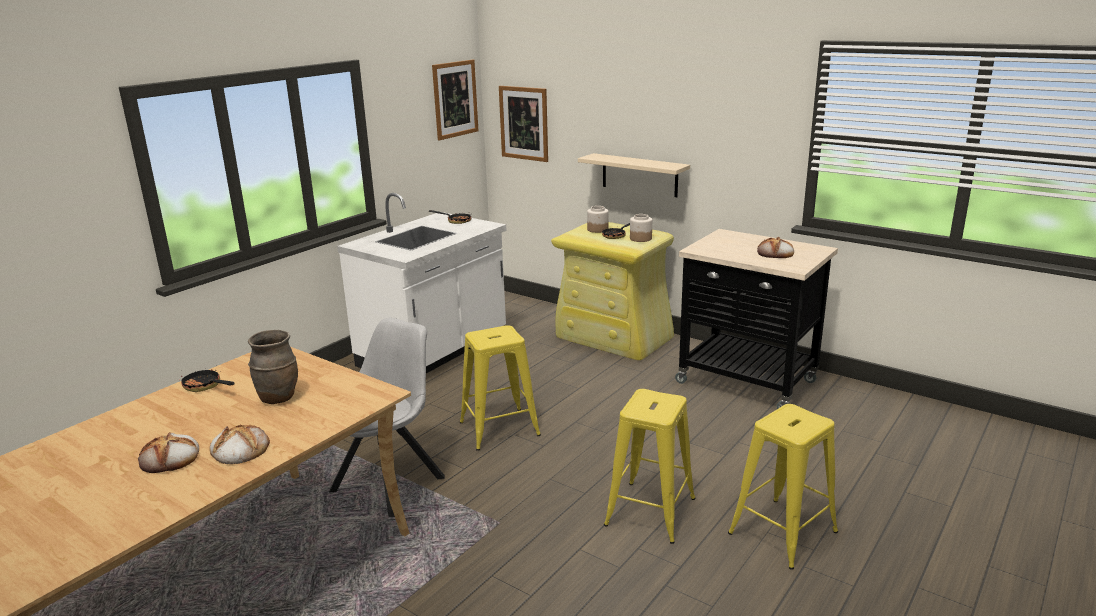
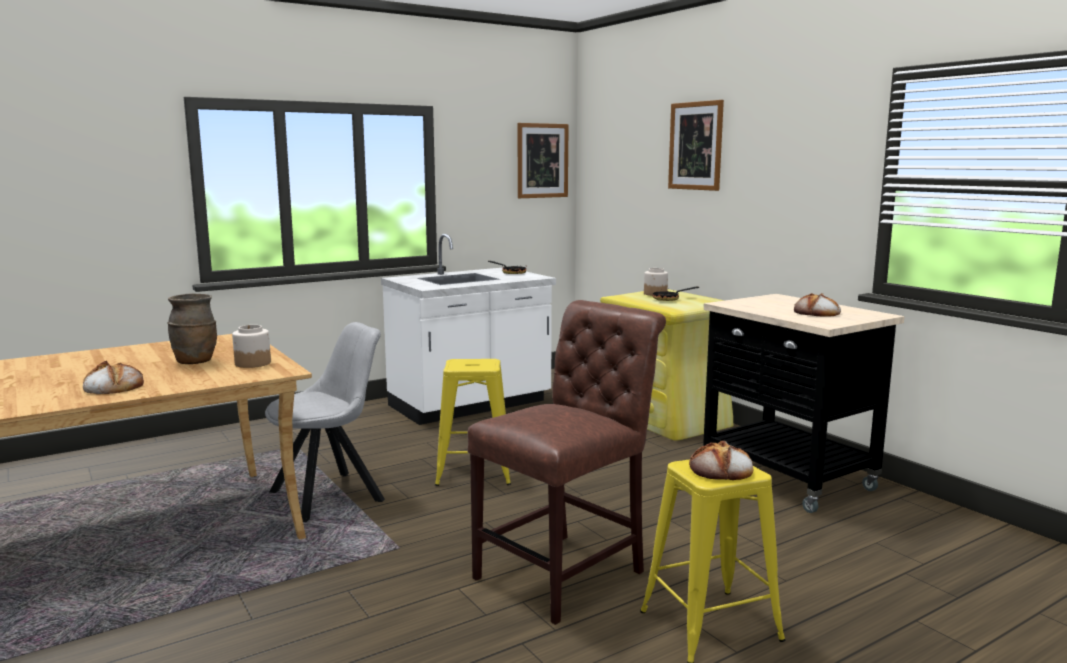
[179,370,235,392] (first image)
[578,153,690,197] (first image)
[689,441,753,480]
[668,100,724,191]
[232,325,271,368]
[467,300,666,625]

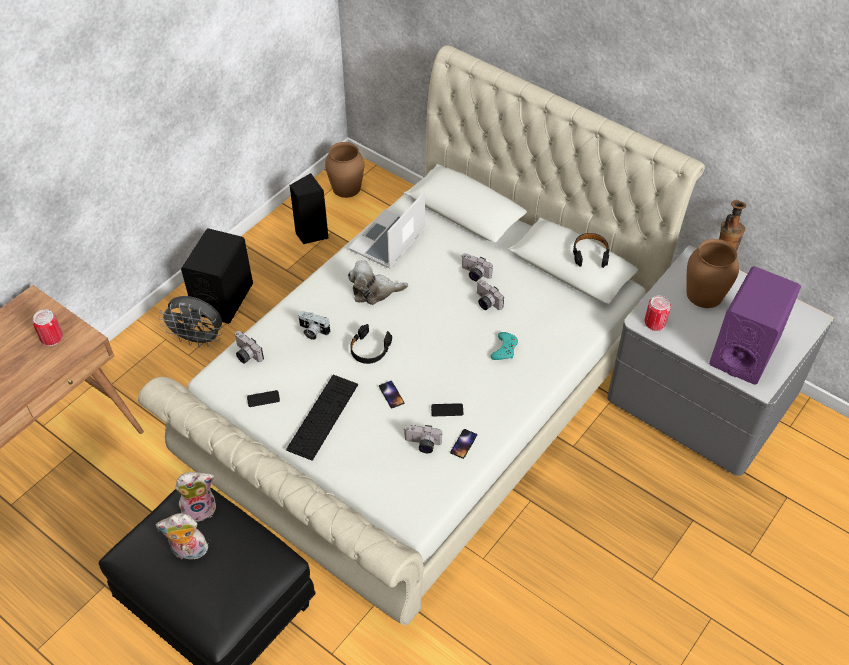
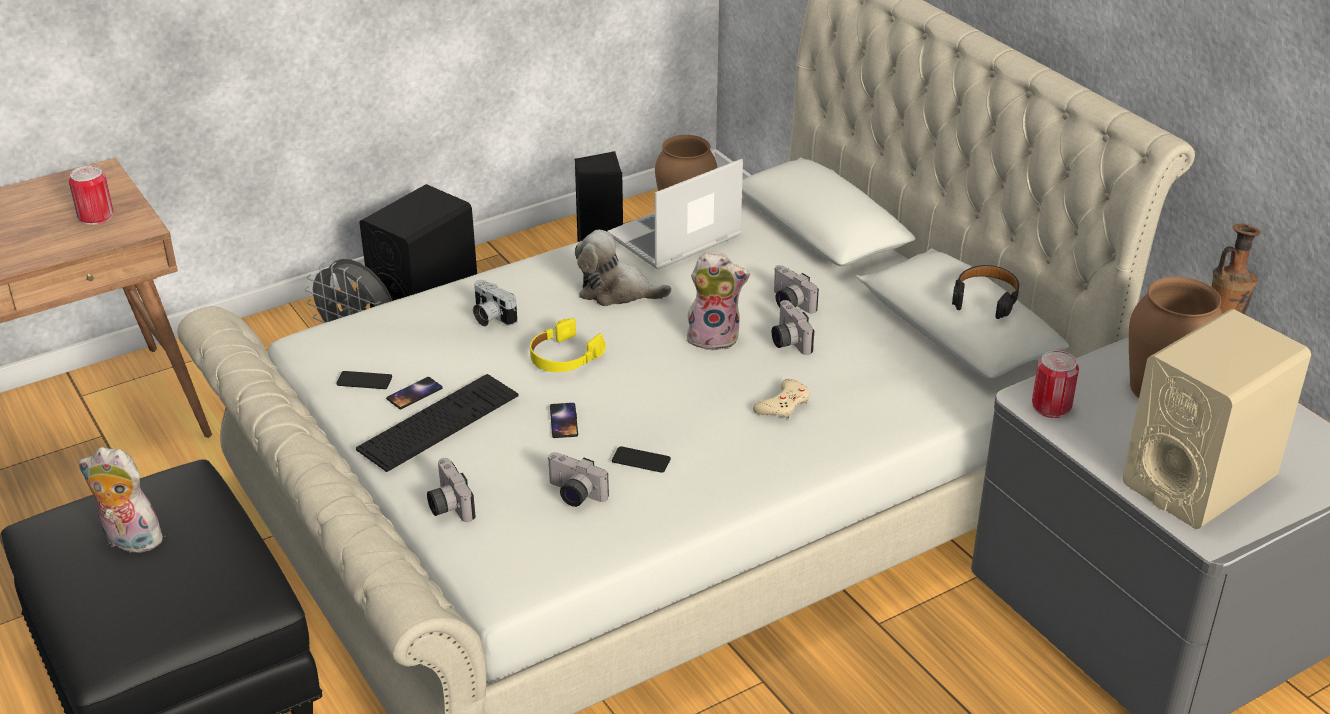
[687,253,750,351]
[427,458,476,522]
[386,377,443,409]
[530,318,606,372]
[753,379,810,419]
[1123,309,1311,529]

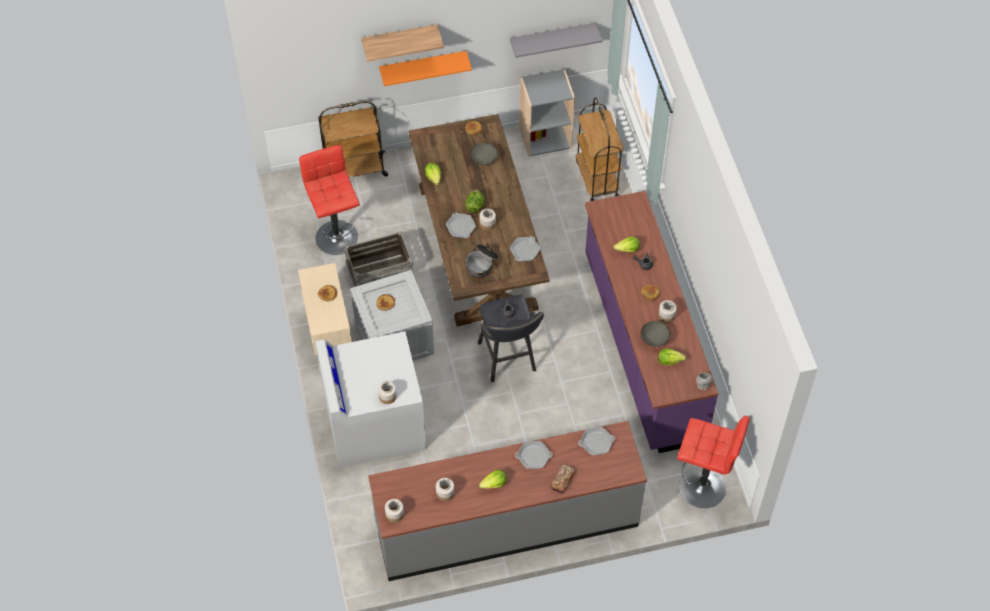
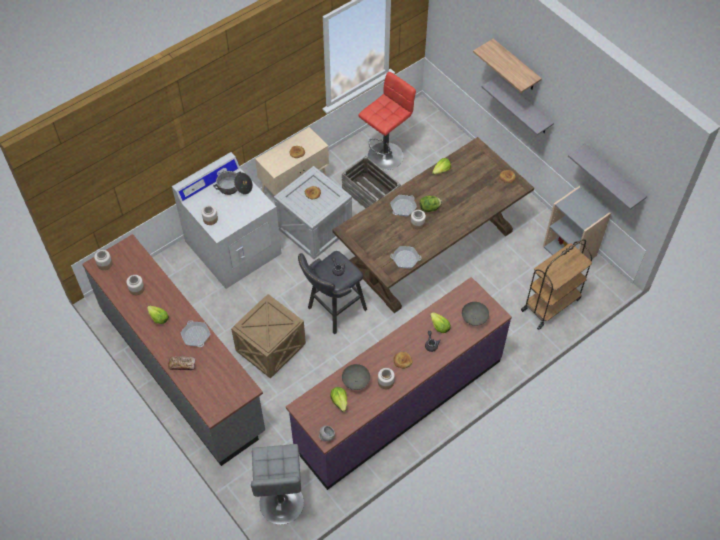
[318,101,388,177] (first image)
[578,427,615,455] (first image)
[231,294,306,378]
[213,171,253,195]
[462,302,489,326]
[482,76,554,135]
[251,444,304,525]

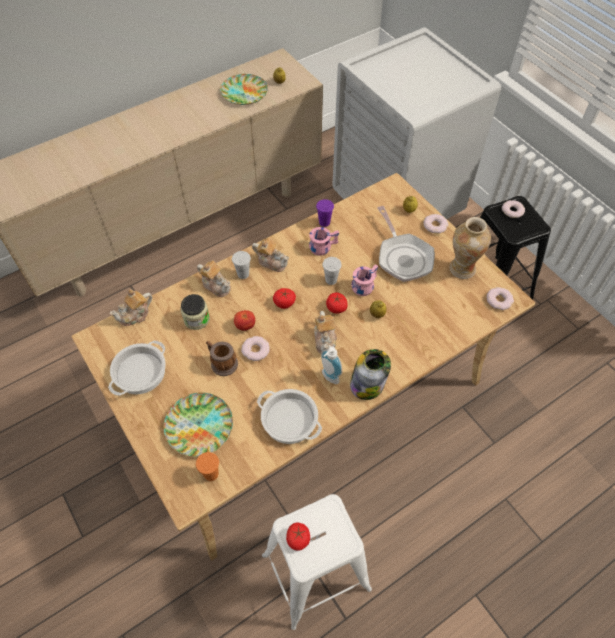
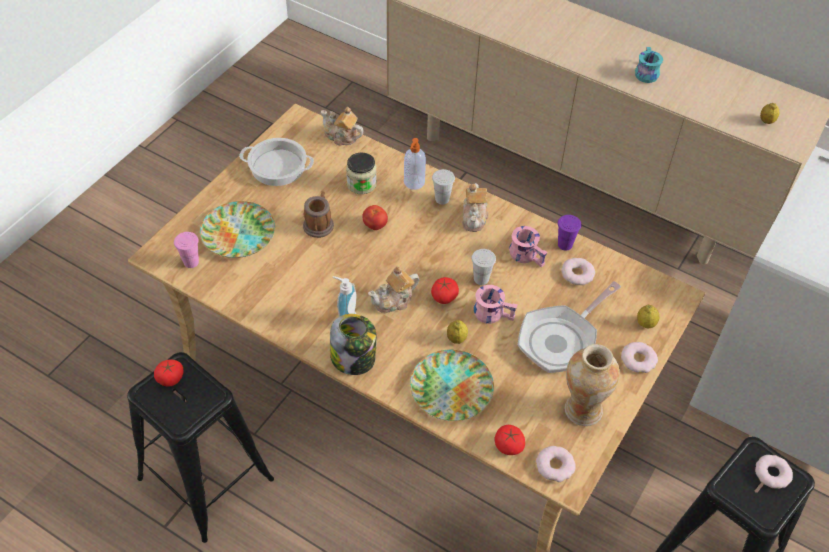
[257,389,322,444] (first image)
[635,47,663,83]
[410,350,494,421]
[561,258,595,285]
[495,425,525,455]
[404,138,426,190]
[174,232,199,268]
[127,352,274,543]

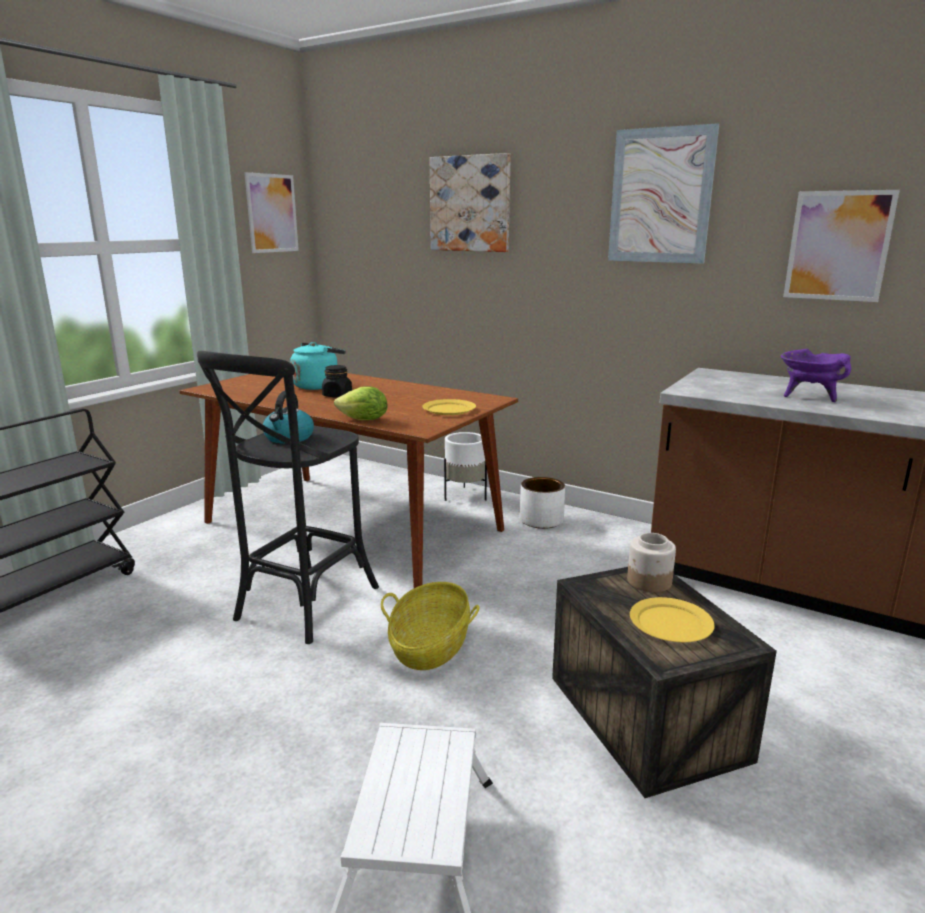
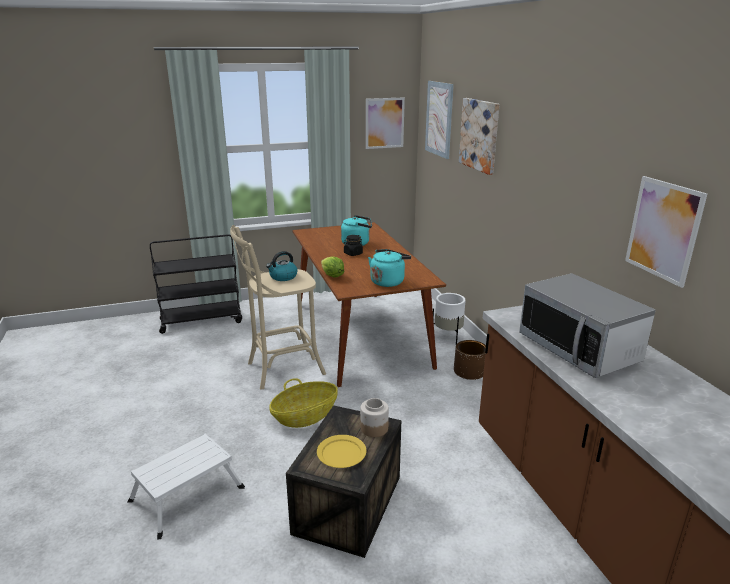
[425,81,454,159]
[368,249,411,287]
[519,273,656,378]
[230,225,326,390]
[454,340,486,380]

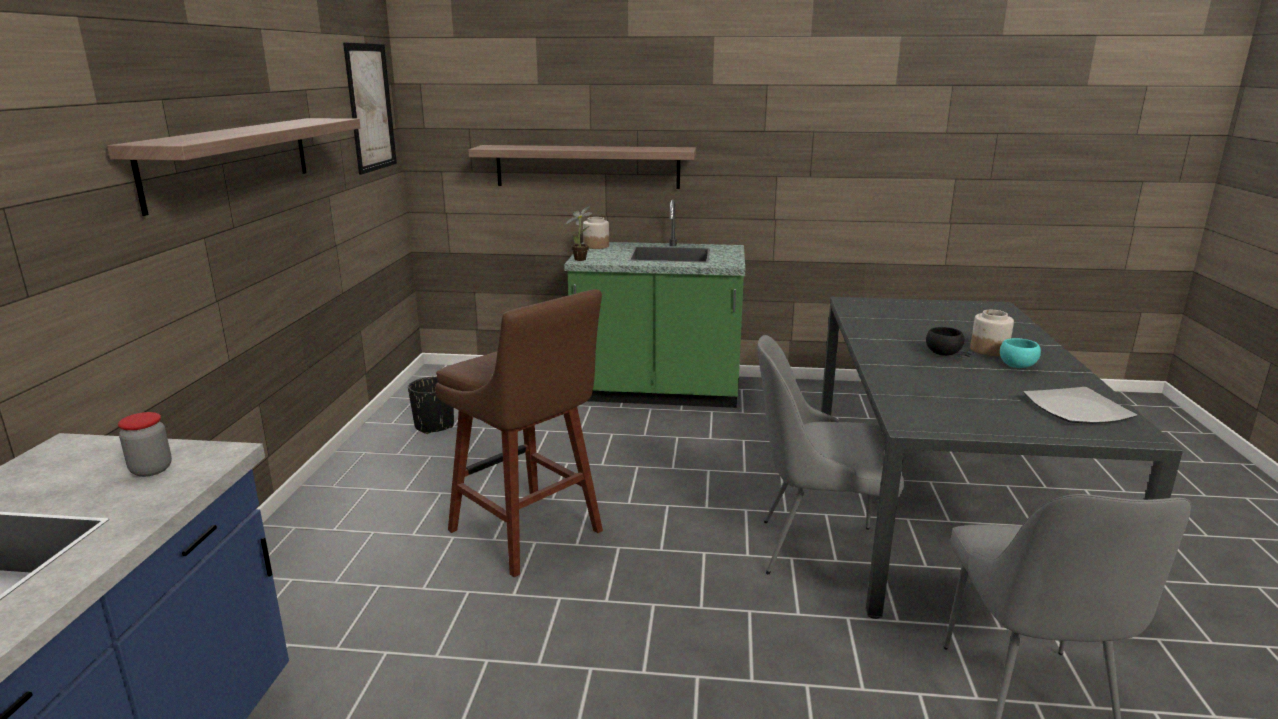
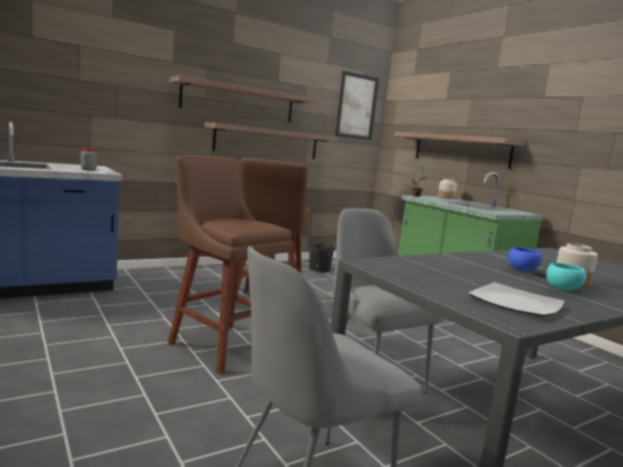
[168,155,293,374]
[204,122,338,159]
[508,247,542,271]

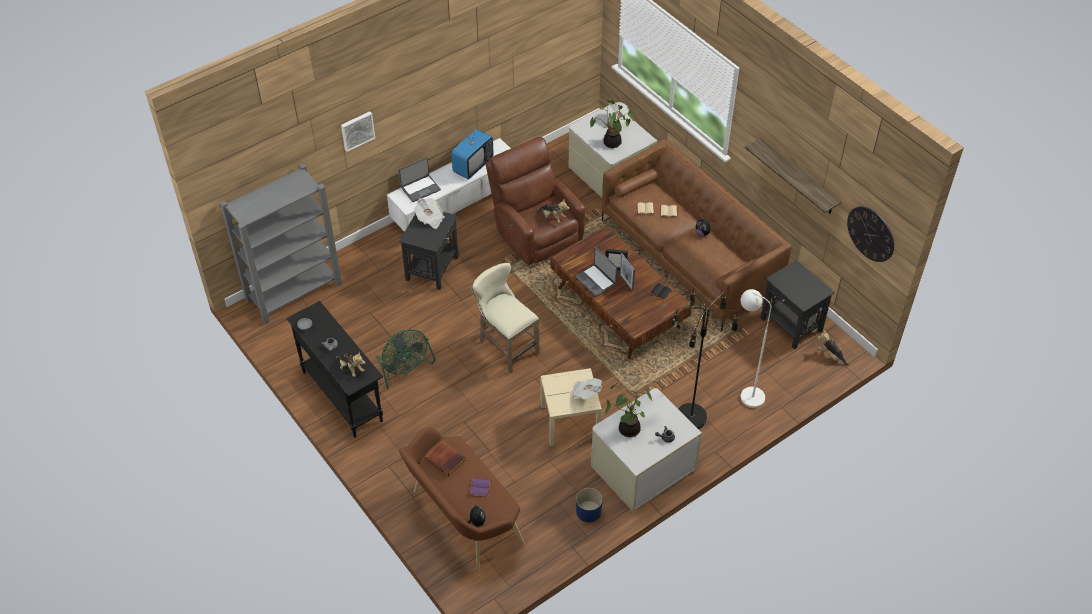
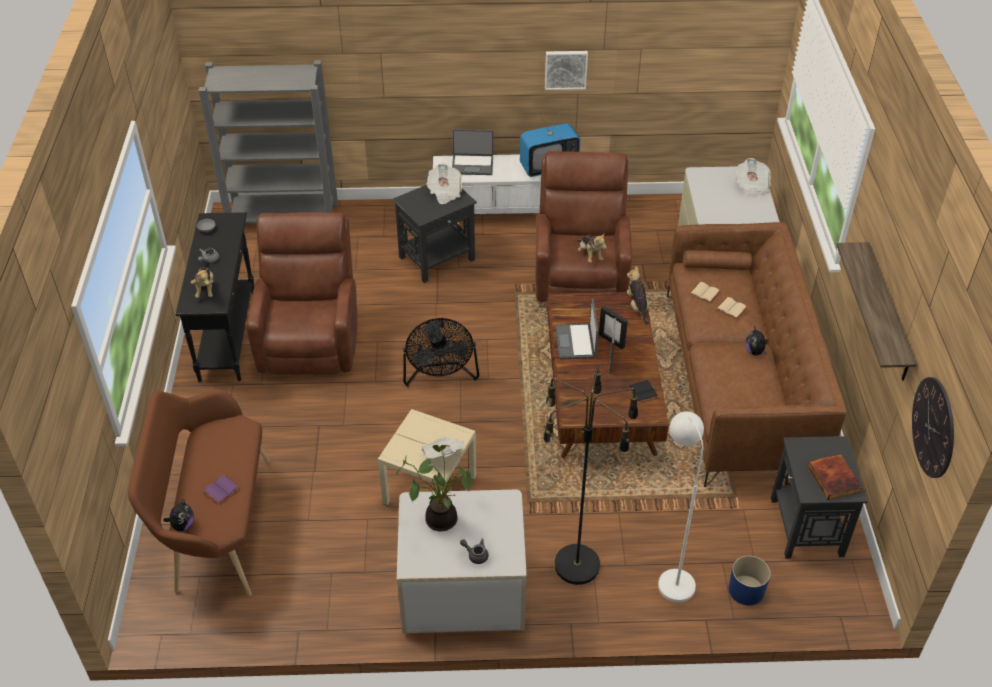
[590,100,634,148] (first image)
[545,51,588,90]
[808,454,862,500]
[729,556,771,605]
[627,266,652,325]
[247,212,358,375]
[403,317,479,387]

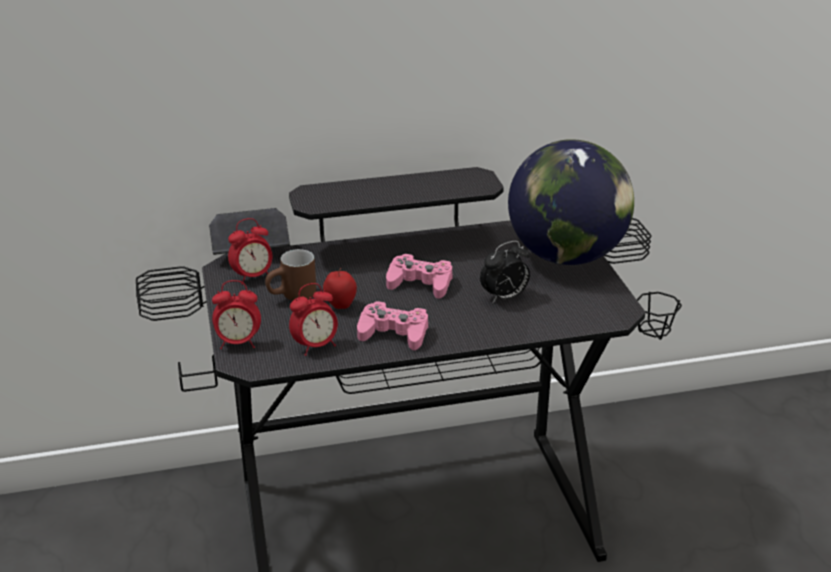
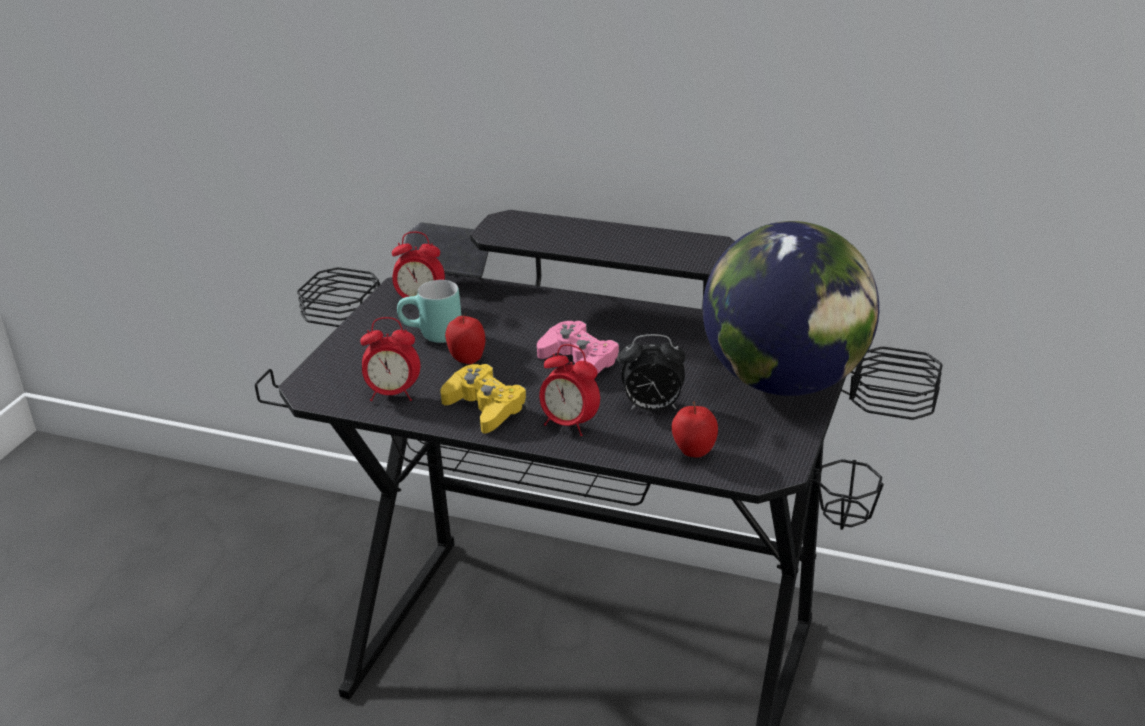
[672,402,718,458]
[539,344,600,436]
[397,280,462,343]
[441,364,528,433]

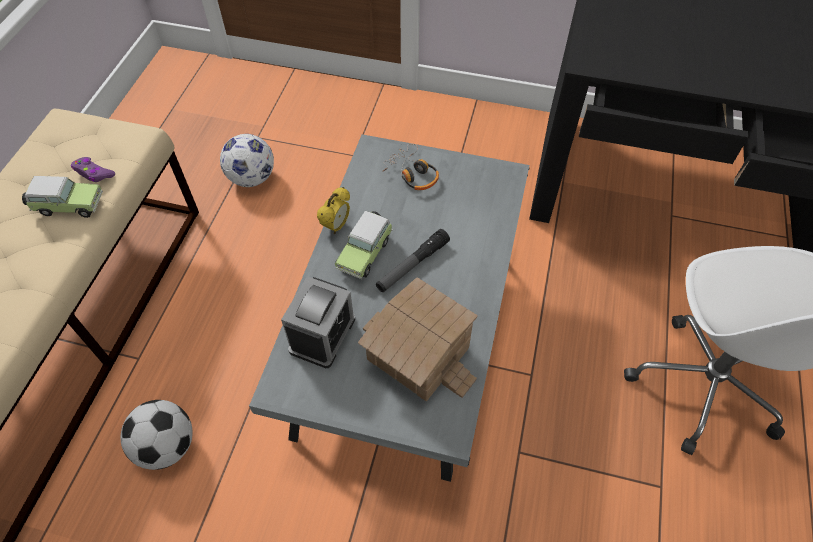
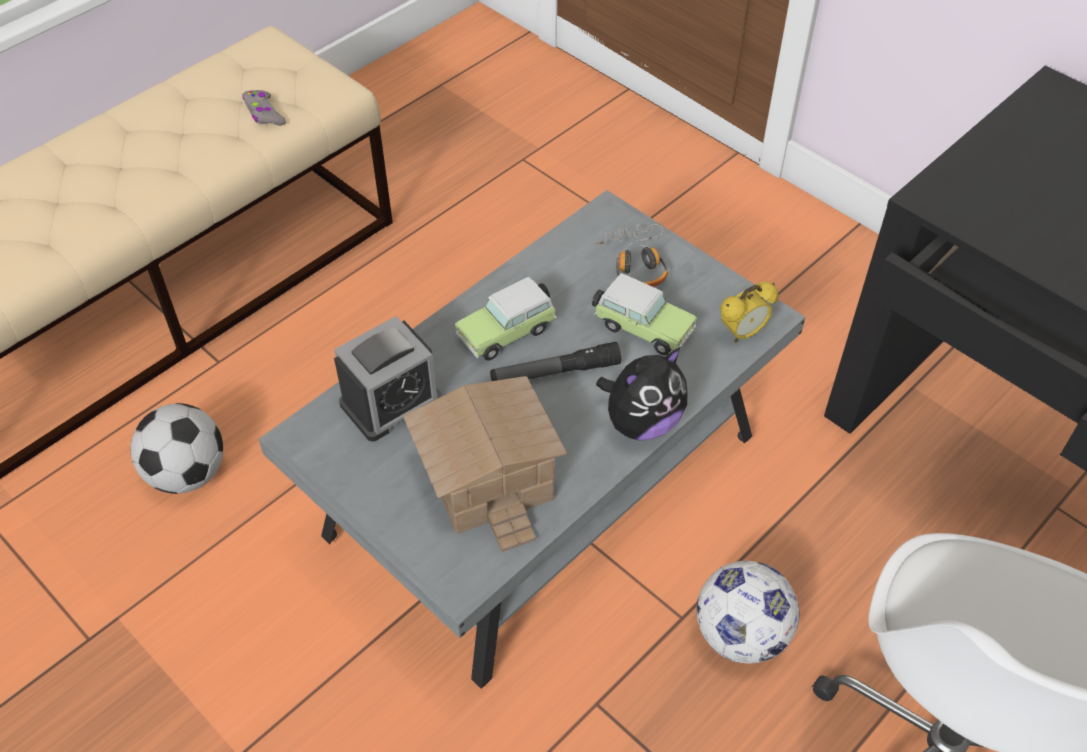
[596,347,687,441]
[592,273,697,356]
[696,561,800,664]
[720,282,778,342]
[243,90,286,126]

